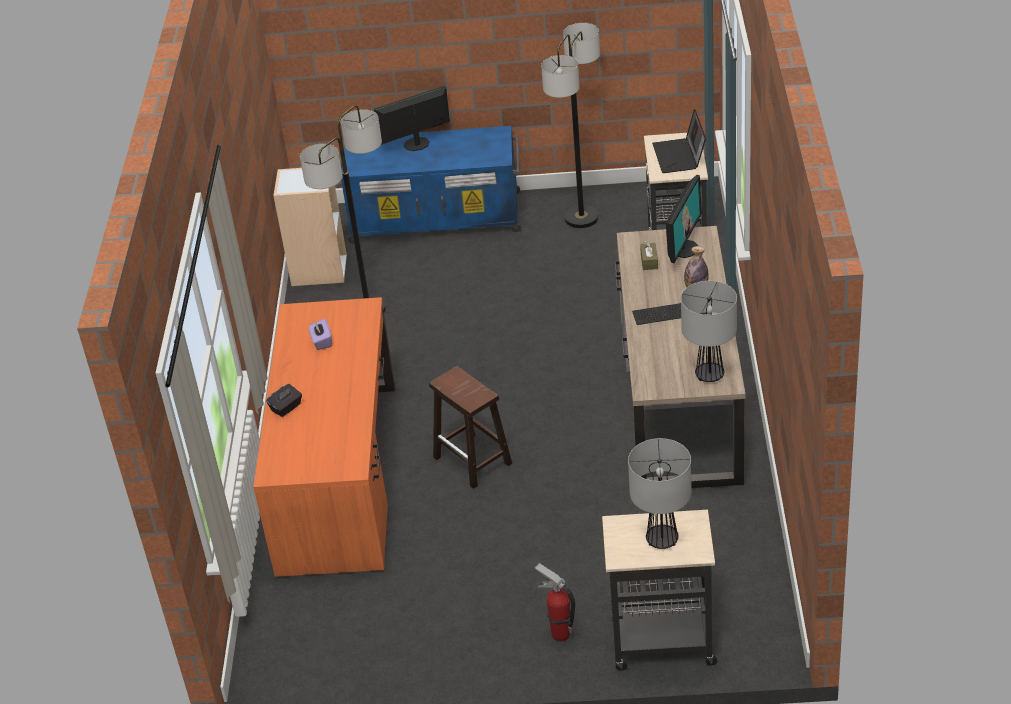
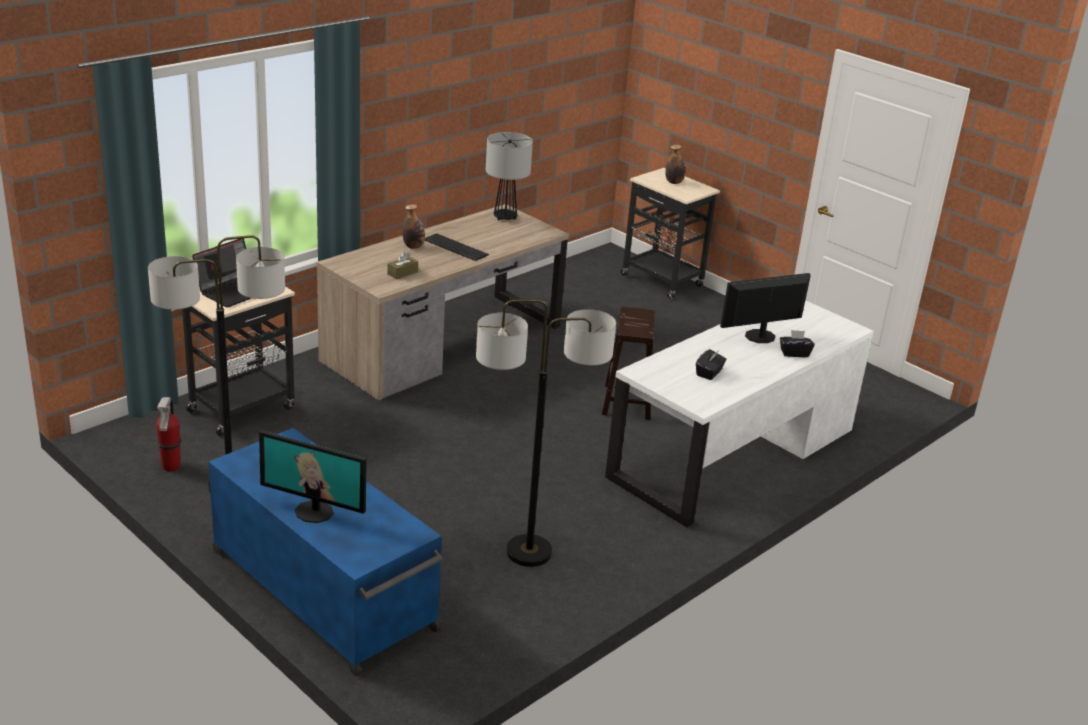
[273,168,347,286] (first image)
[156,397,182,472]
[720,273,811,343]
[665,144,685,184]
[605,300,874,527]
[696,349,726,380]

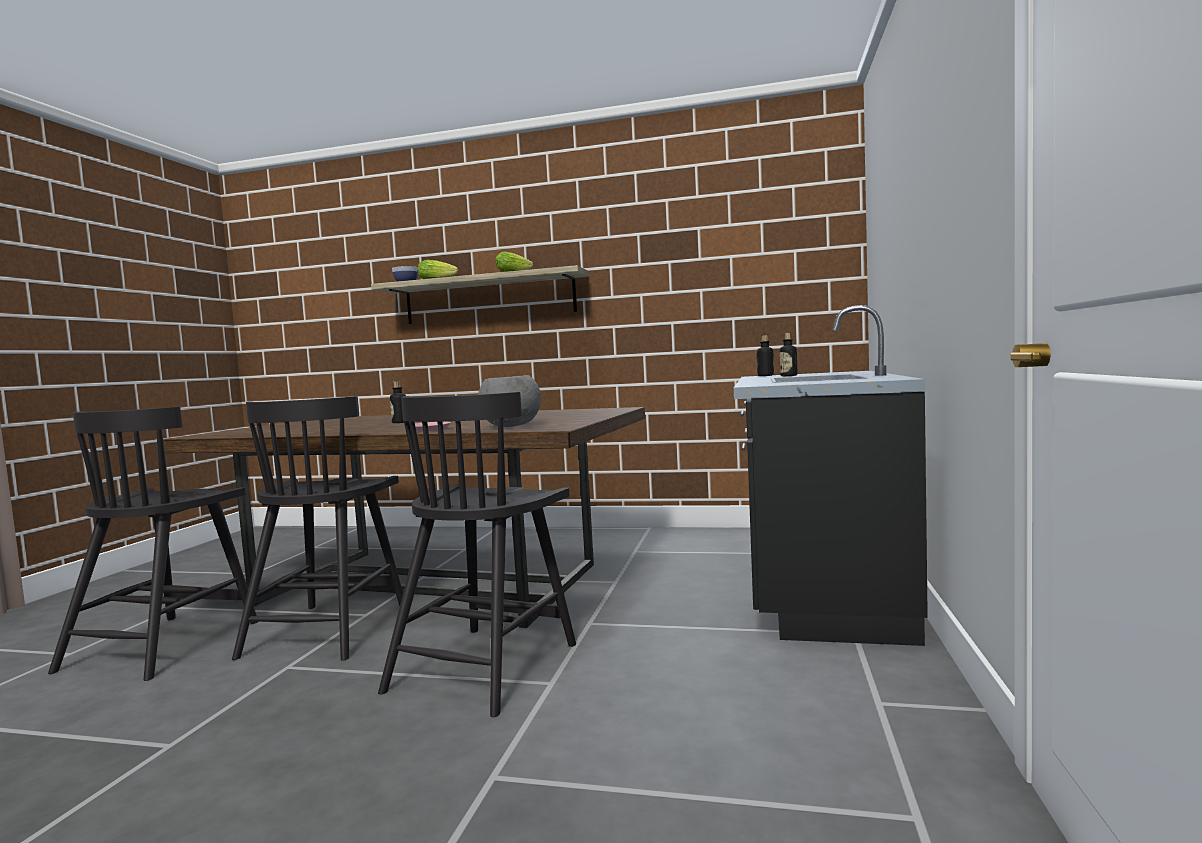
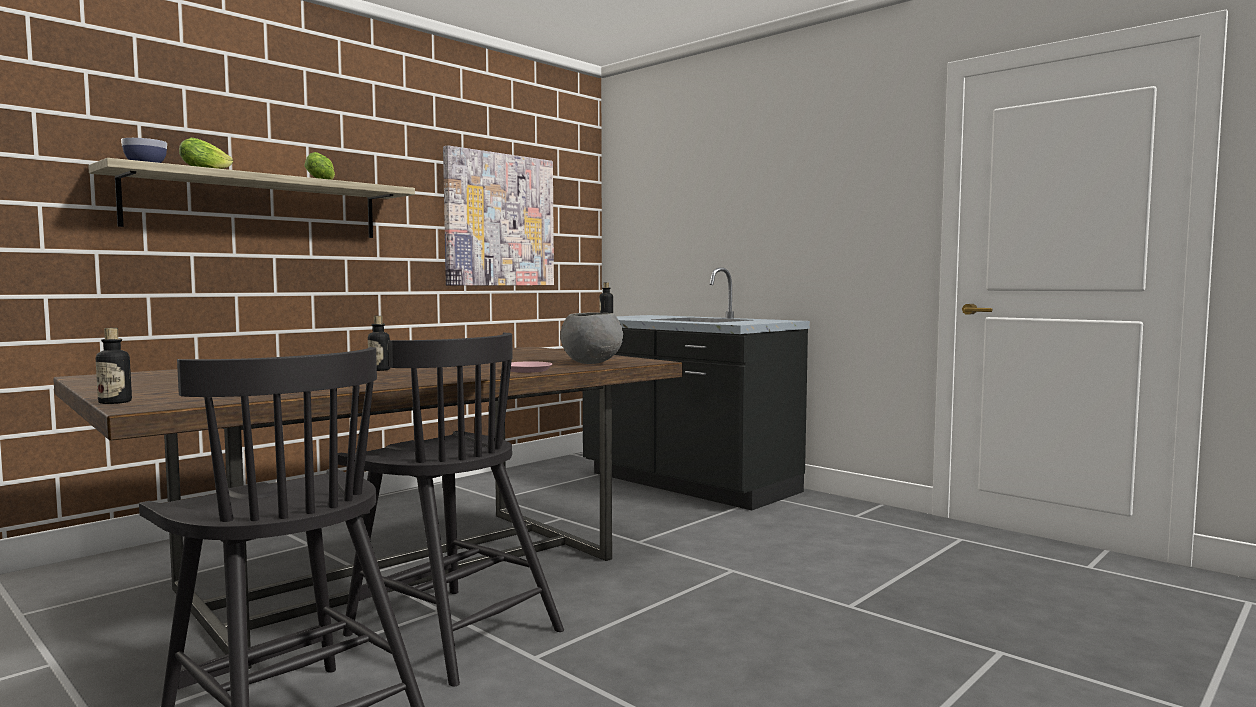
[378,392,576,717] (first image)
[443,145,554,286]
[96,328,132,404]

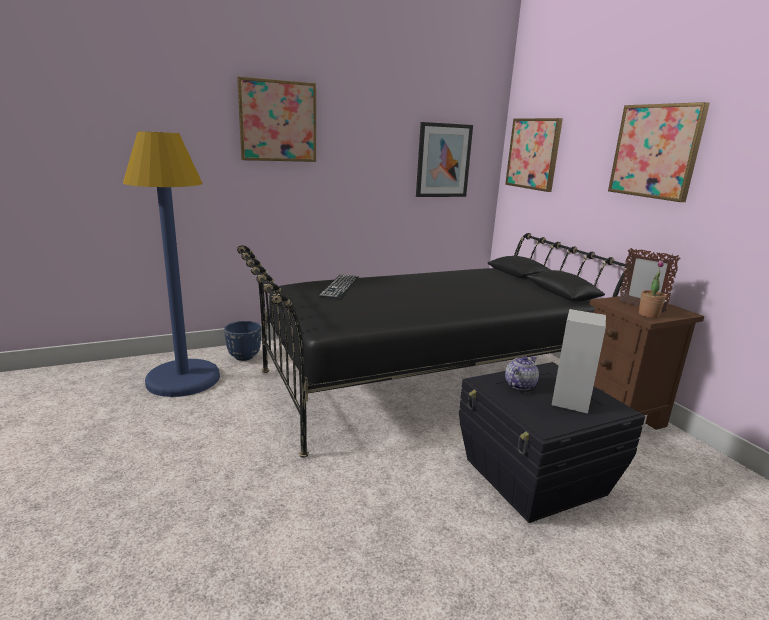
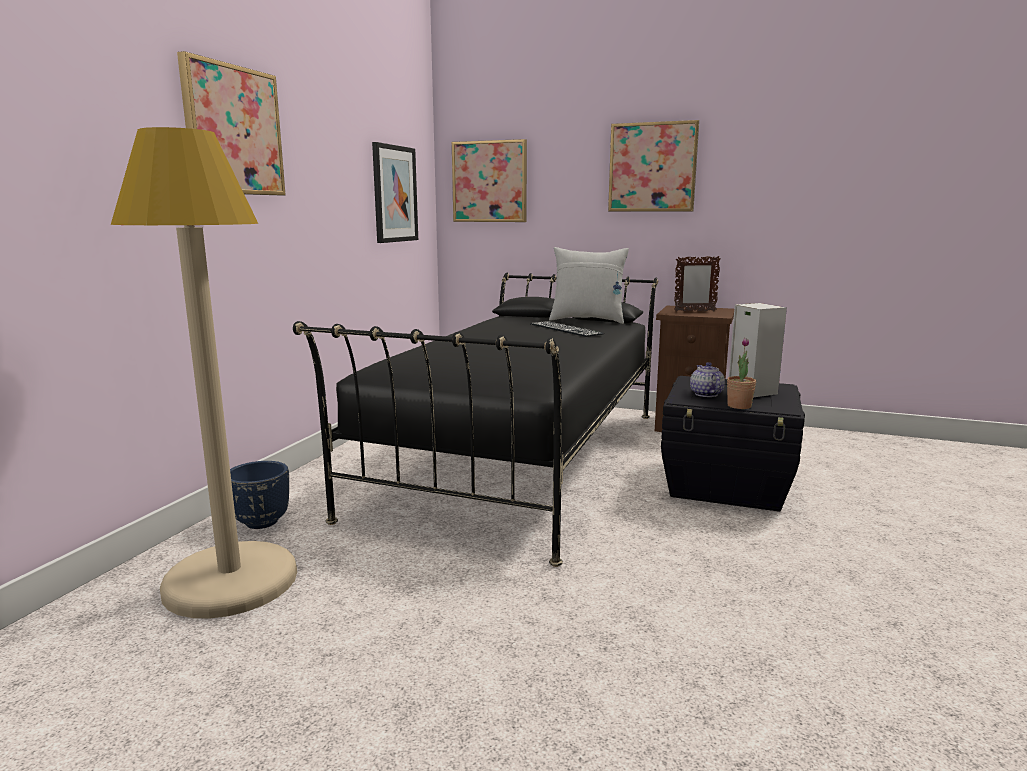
[549,247,629,324]
[530,321,605,337]
[727,338,756,409]
[111,127,297,619]

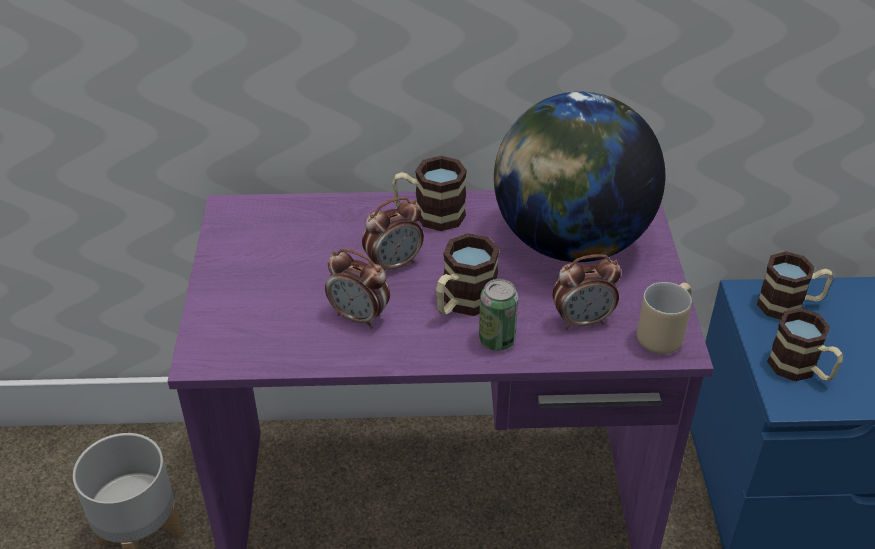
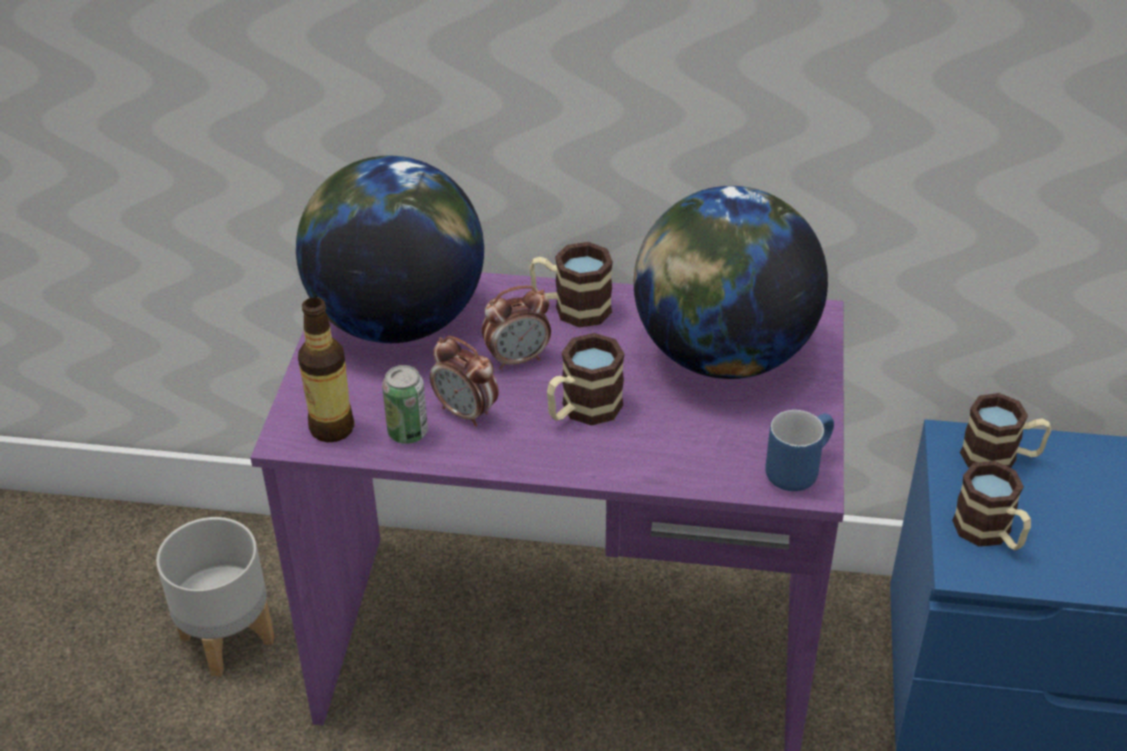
[552,254,621,330] (first image)
[296,156,484,343]
[298,297,355,442]
[382,365,428,444]
[765,410,834,491]

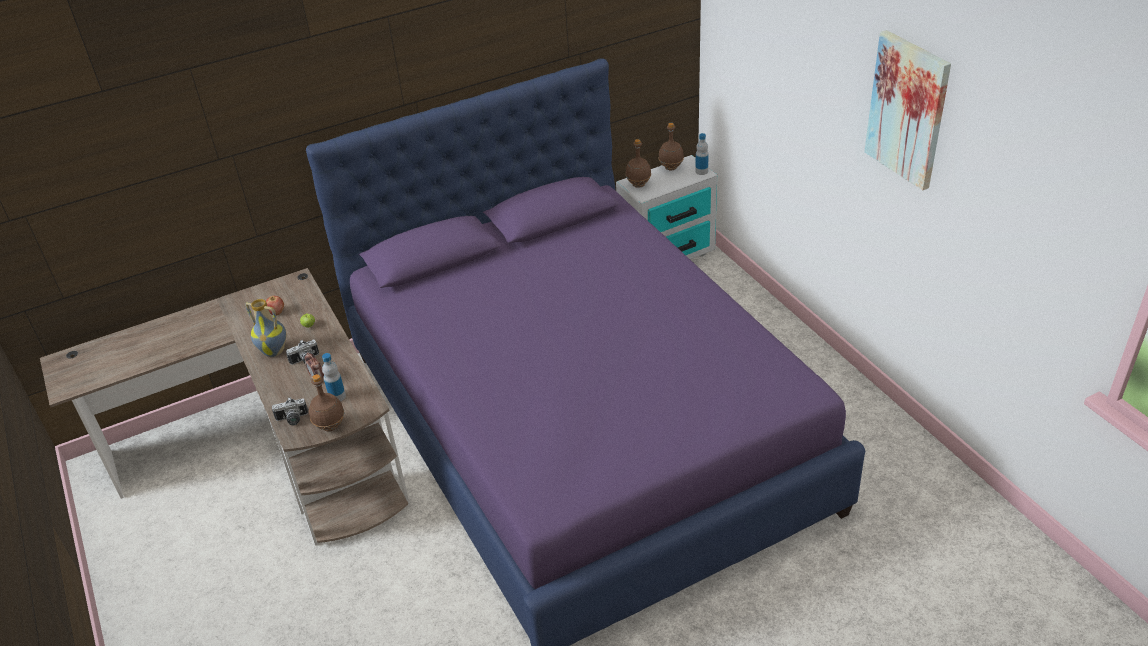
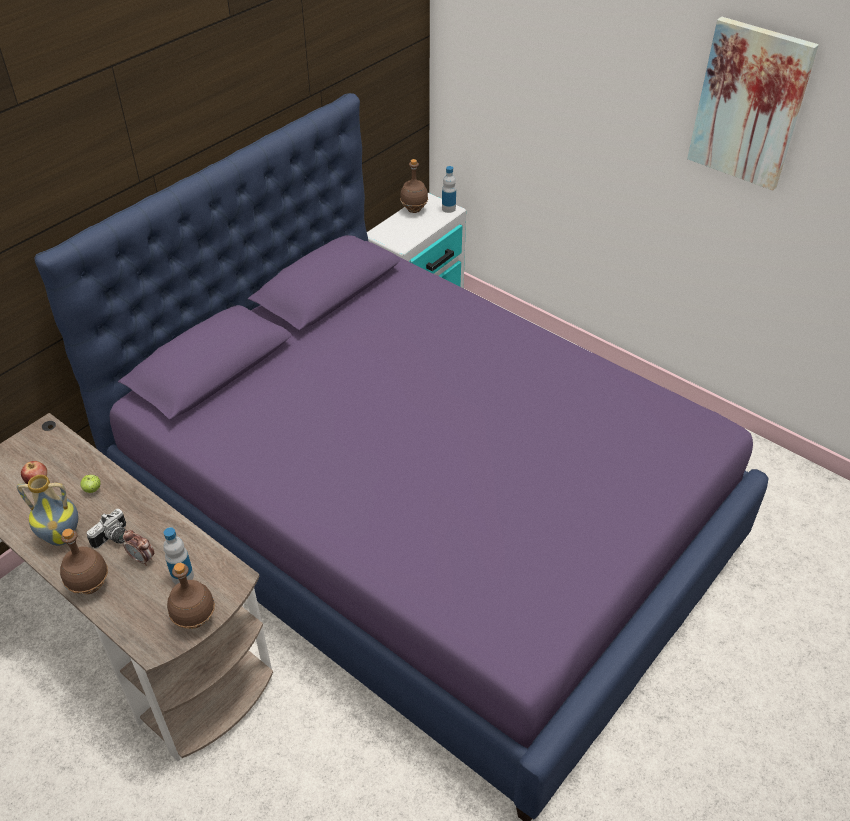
[272,397,308,425] (first image)
[60,529,108,594]

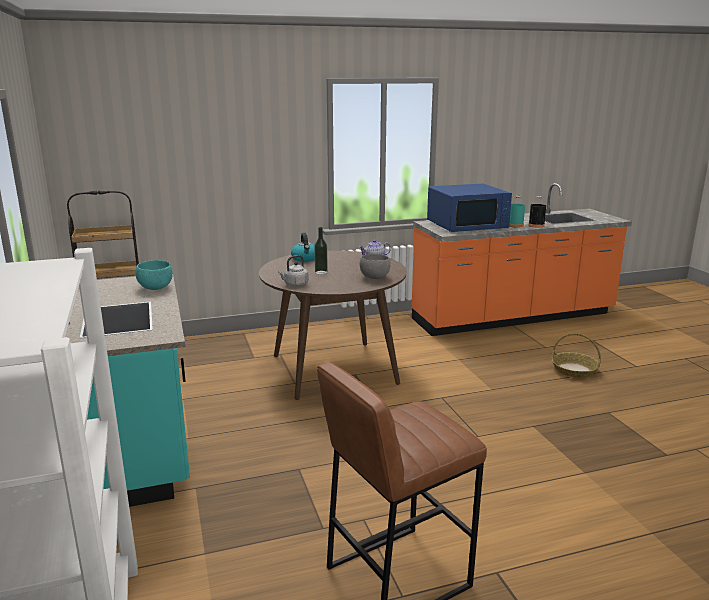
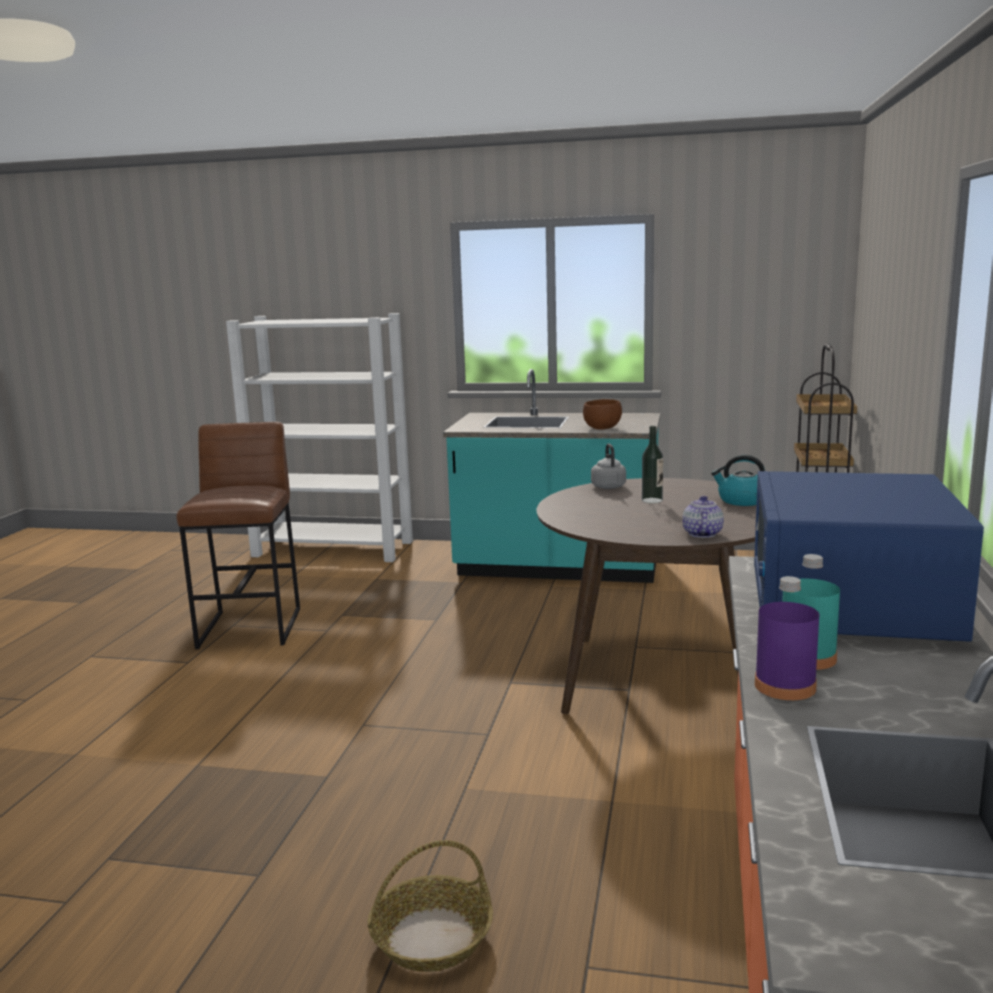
[360,254,391,279] (first image)
[583,399,622,430]
[755,576,819,700]

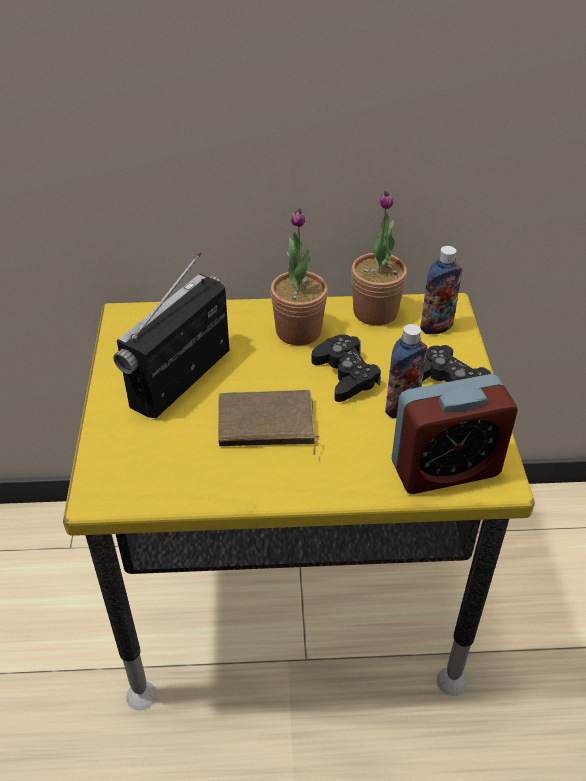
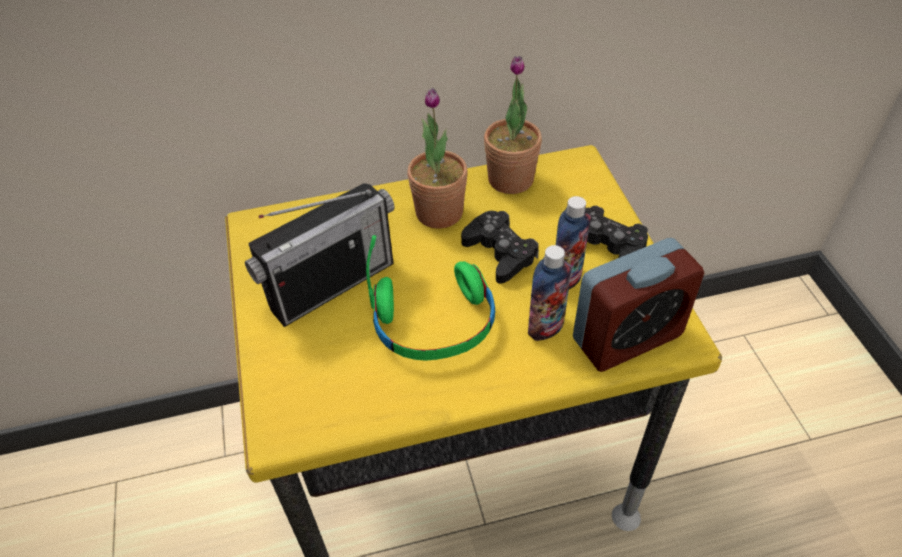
[528,245,572,341]
[366,235,495,361]
[245,183,395,327]

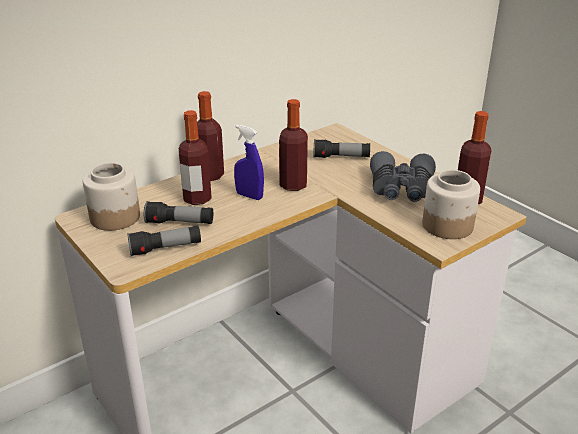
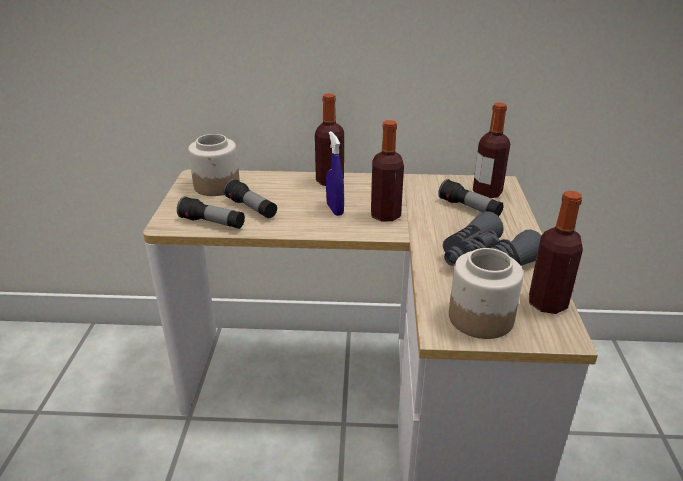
[473,103,510,198]

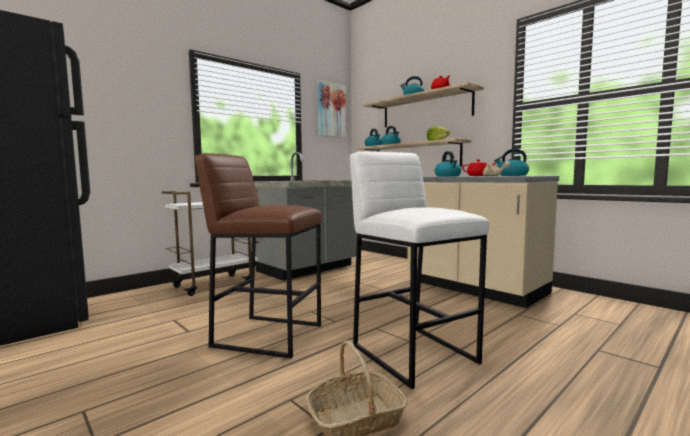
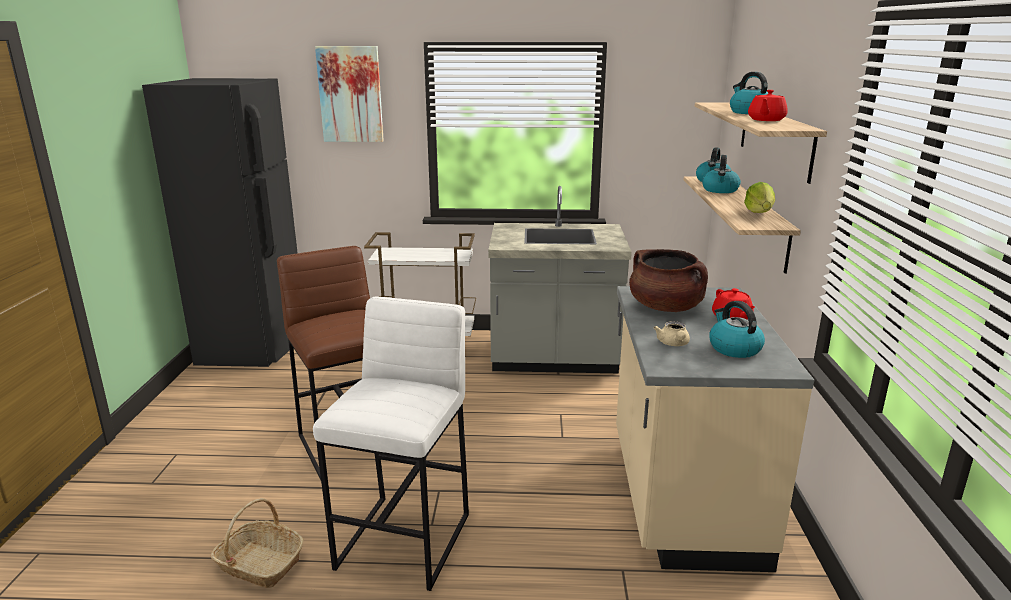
[315,46,384,142]
[629,249,708,312]

